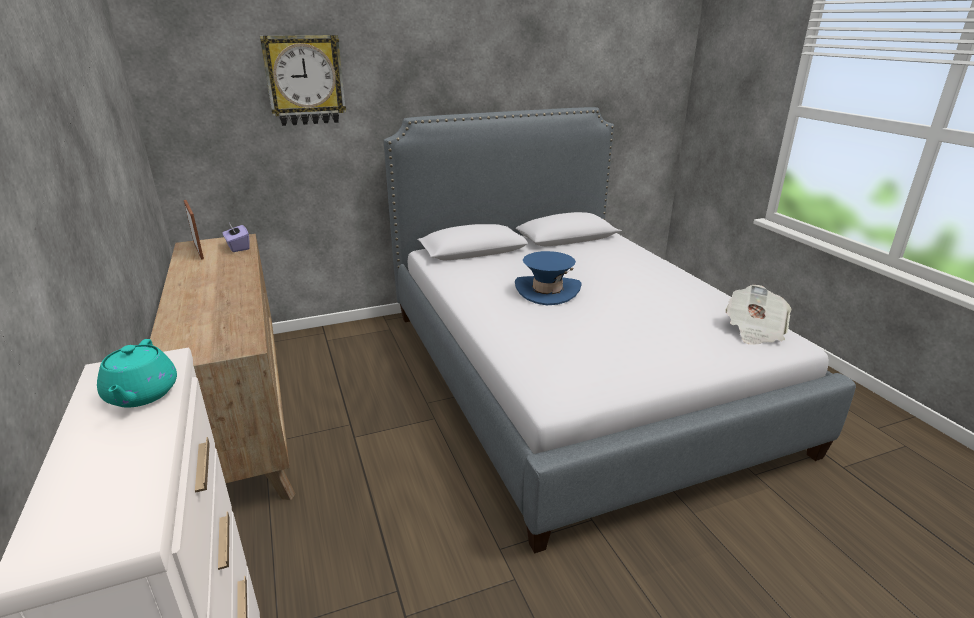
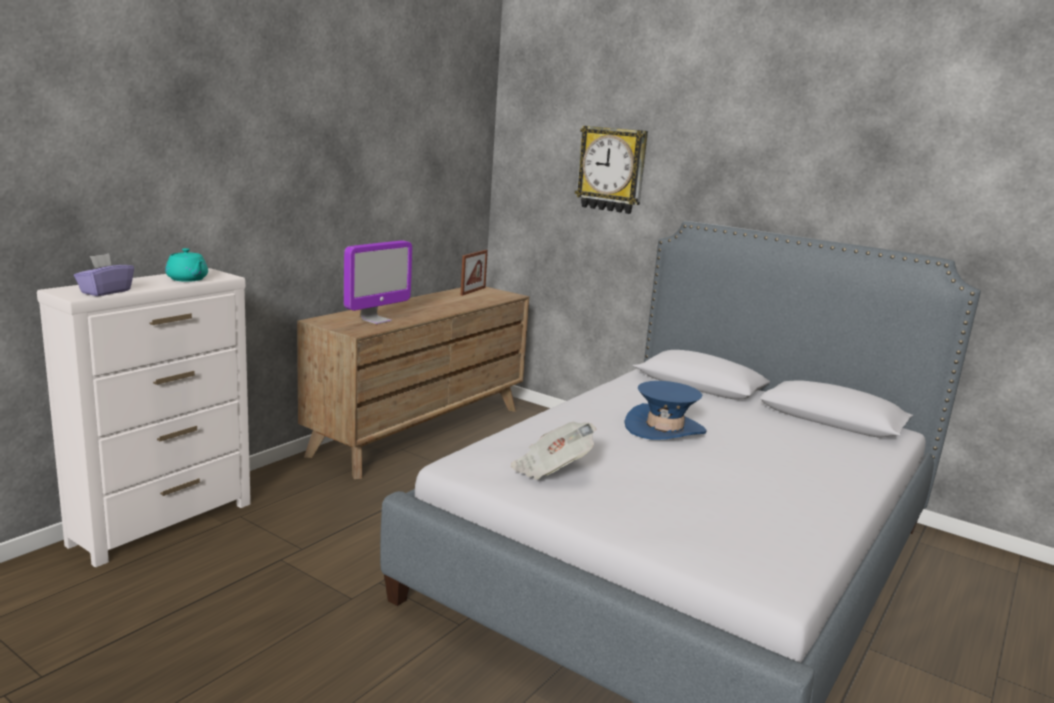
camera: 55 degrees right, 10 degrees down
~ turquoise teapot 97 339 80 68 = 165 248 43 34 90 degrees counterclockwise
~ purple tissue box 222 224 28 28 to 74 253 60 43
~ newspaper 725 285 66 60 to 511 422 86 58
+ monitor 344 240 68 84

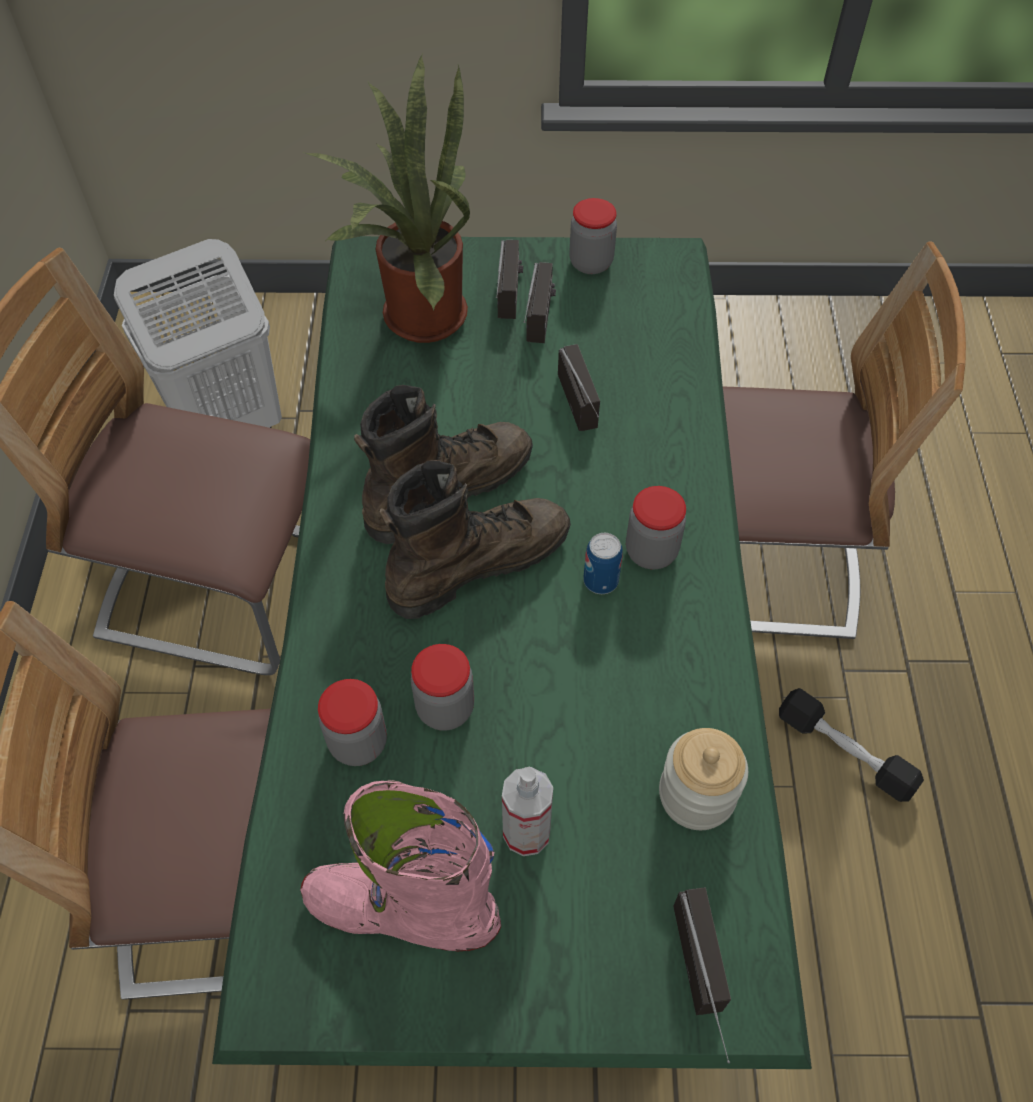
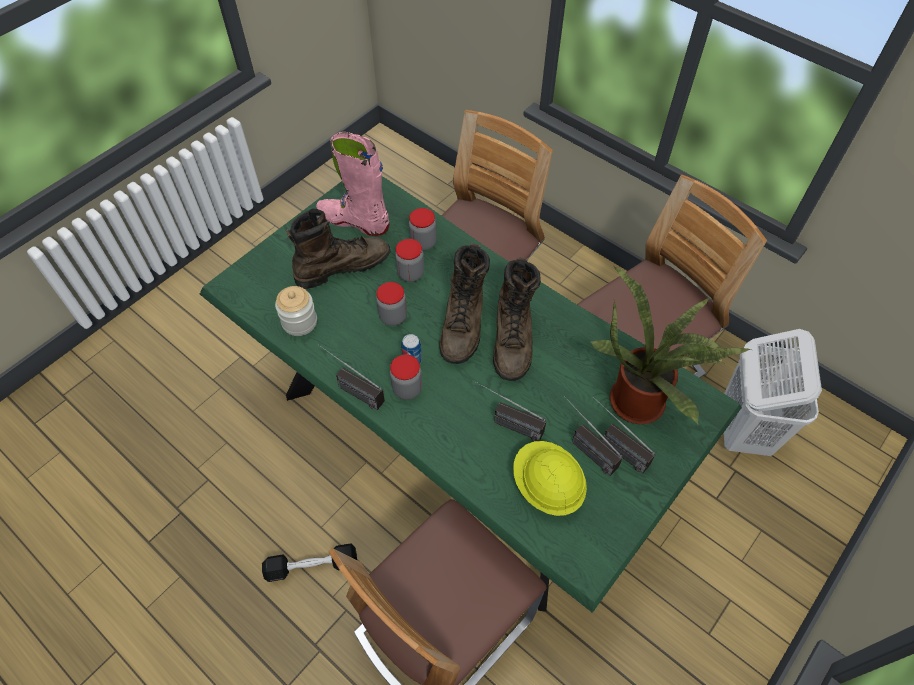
camera: 130 degrees right, 0 degrees up
~ pink boot 300 780 201 171 = 316 132 74 104 120 degrees counterclockwise
~ spray bottle 502 767 51 89 to brown boot 286 209 105 80
~ jar 569 198 48 76 to 376 282 31 44
~ radio 673 887 58 176 to 319 345 66 65
+ yellow hard hat 513 441 74 75

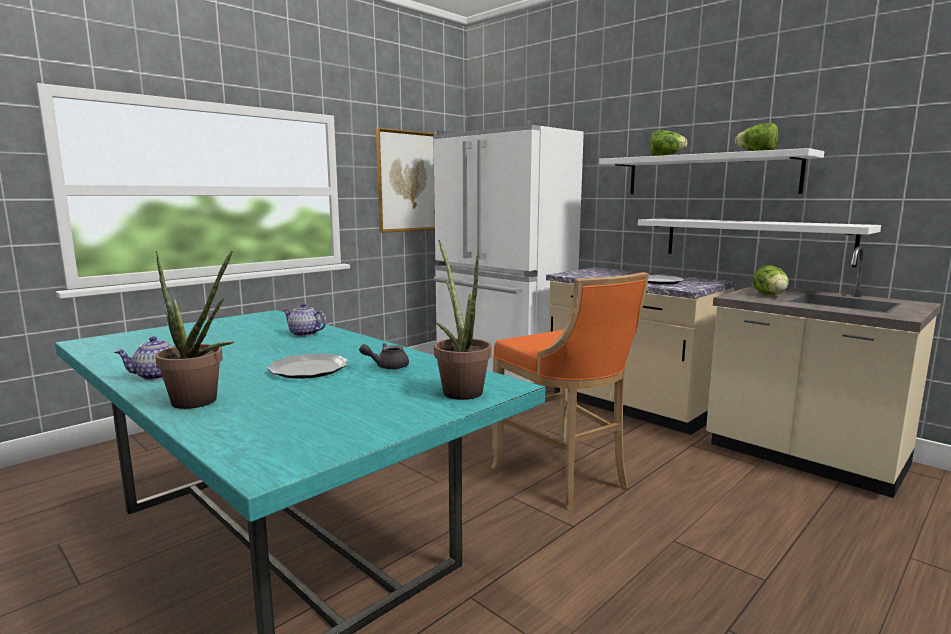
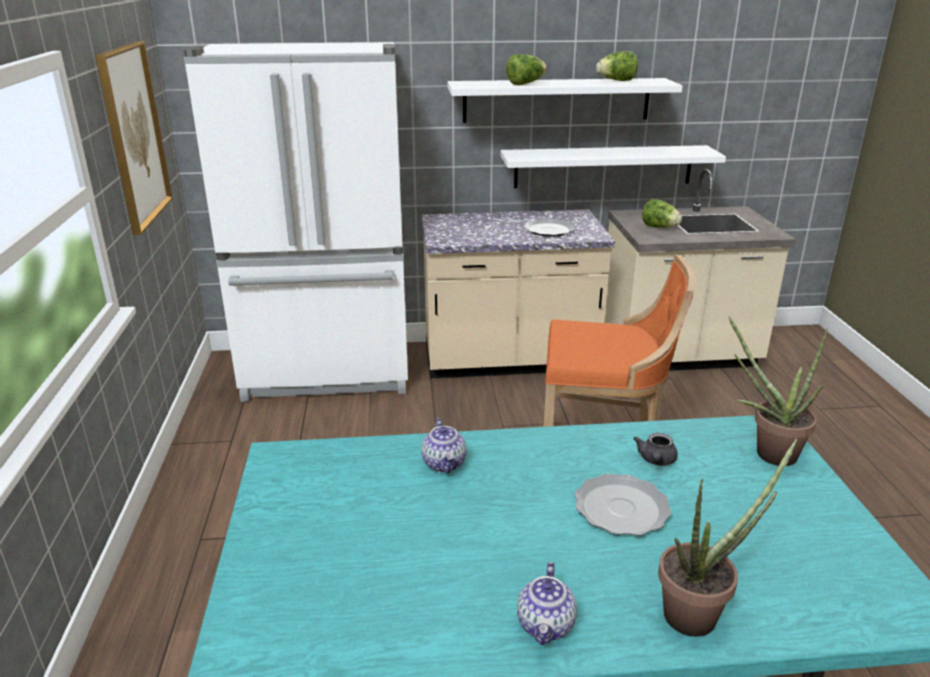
camera: 50 degrees left, 15 degrees up
~ teapot 283 303 44 34 = 421 418 46 55 75 degrees counterclockwise

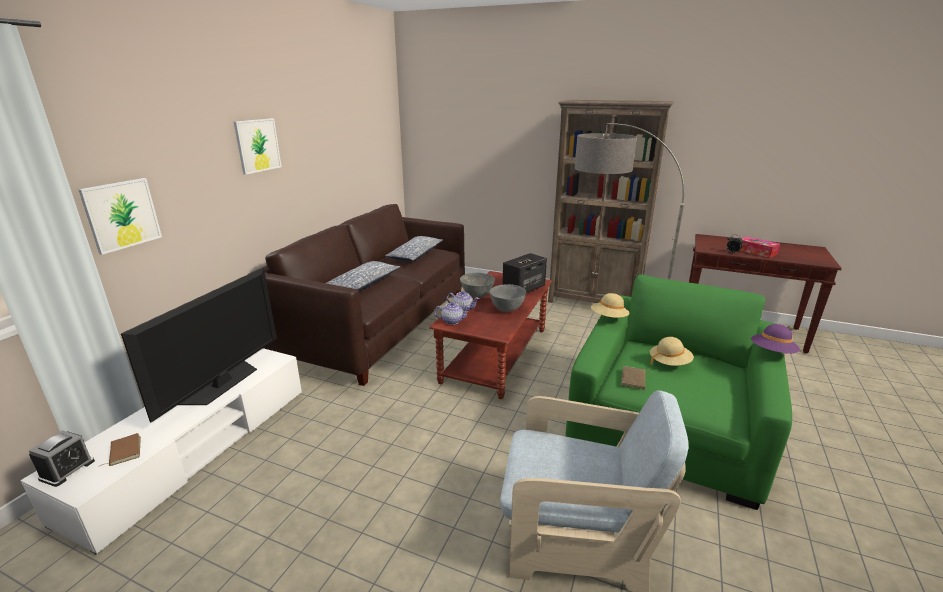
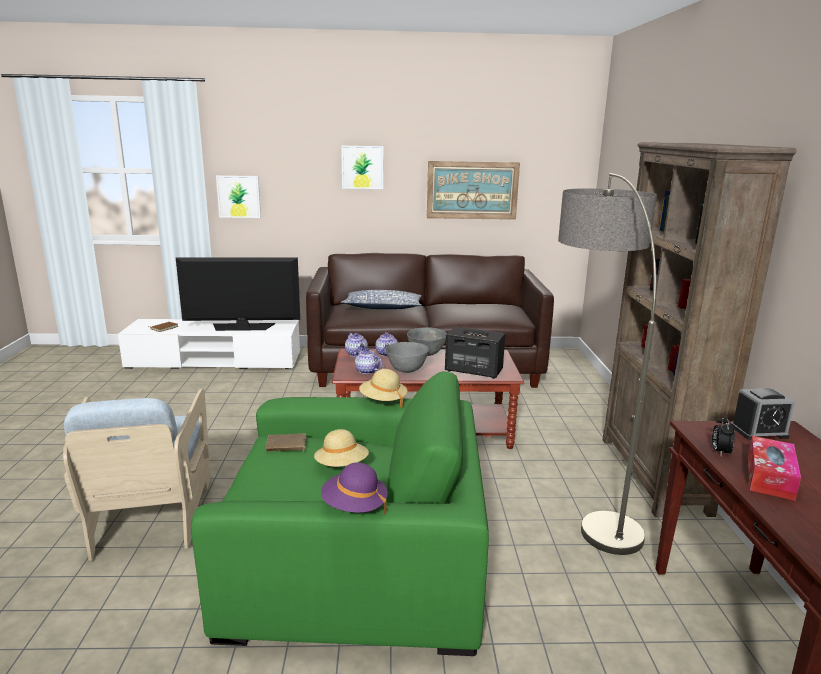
camera: 65 degrees right, 5 degrees down
~ alarm clock 29 430 66 57 to 730 388 65 52
- pillow 385 236 58 25
+ teapot 352 348 31 26
+ picture 427 161 93 59

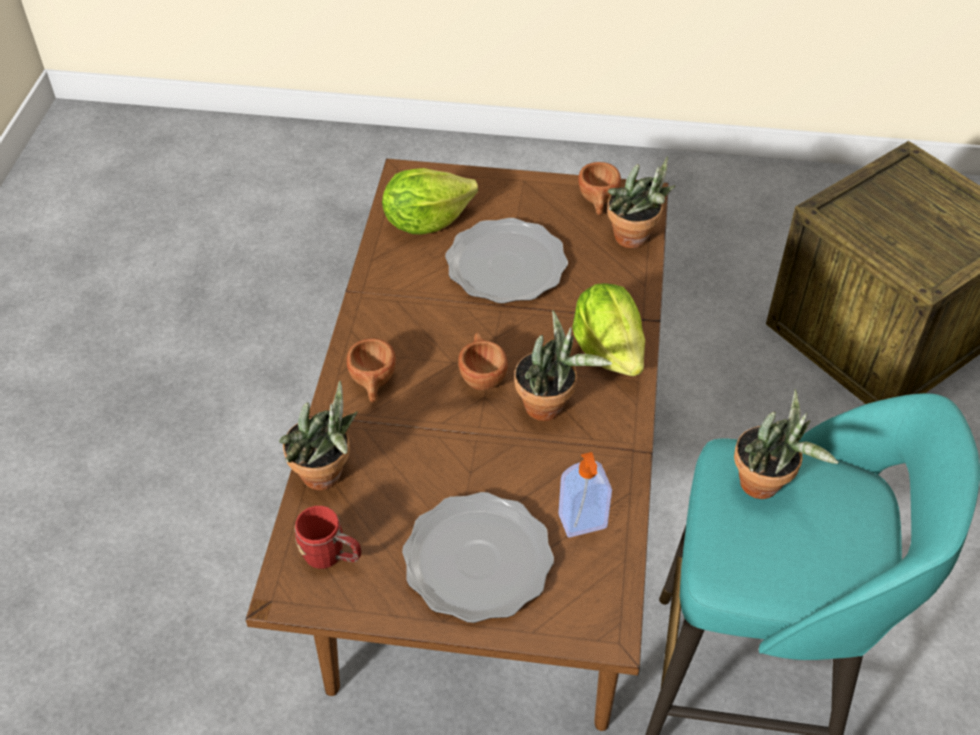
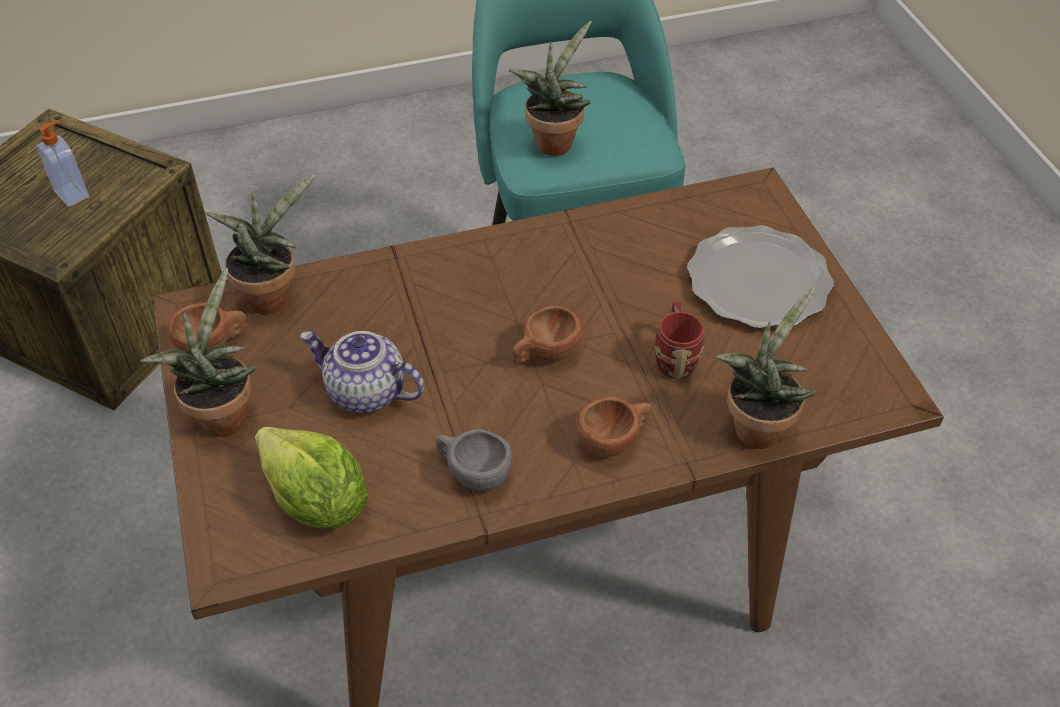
camera: 115 degrees left, 0 degrees up
~ red mug 294 506 67 63 to 654 302 50 77
~ plate 445 218 123 86 to teapot 300 331 124 82
~ potted plant 514 310 98 111 to 140 268 115 169
~ soap dispenser 558 452 54 85 to 36 121 53 86
- lettuce 572 283 73 93
+ grey cup 435 429 77 62

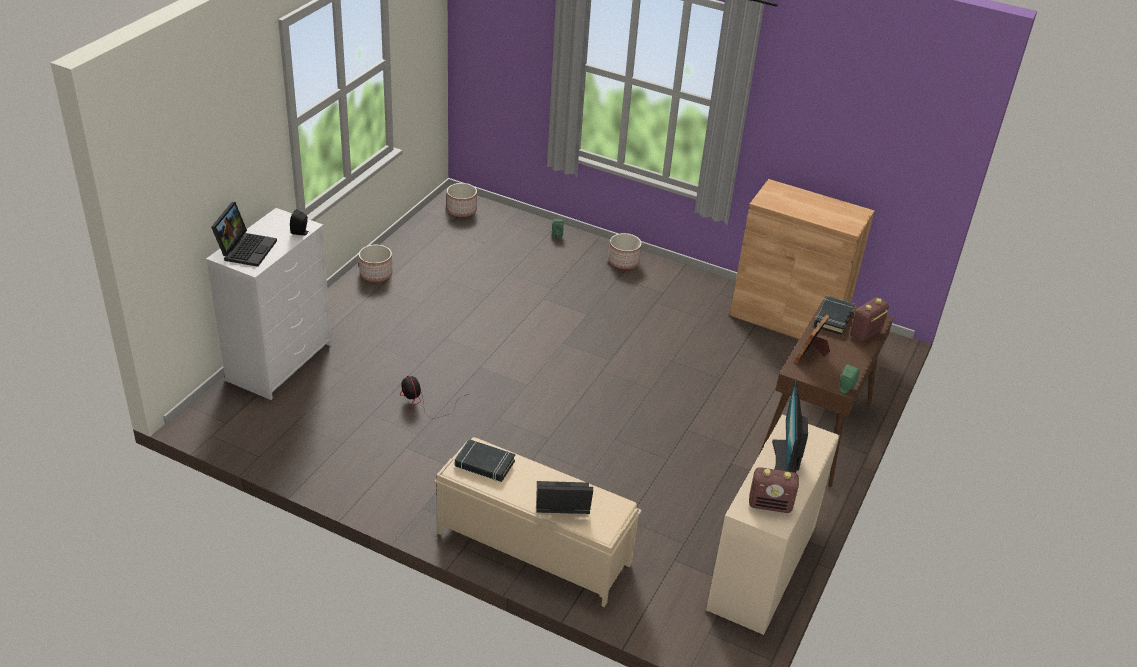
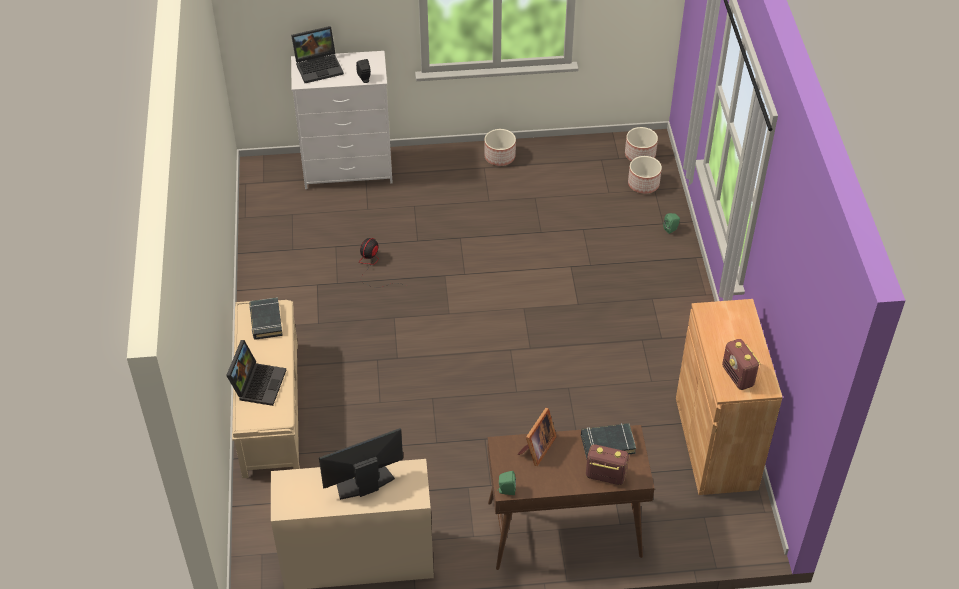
camera: 60 degrees right, 10 degrees up
~ laptop 537 481 56 33 = 226 340 60 66 45 degrees clockwise
~ planter 608 233 34 36 to 628 156 34 38
~ radio 749 467 50 46 to 722 339 38 51
~ picture frame 794 314 36 49 = 517 408 40 58 120 degrees clockwise

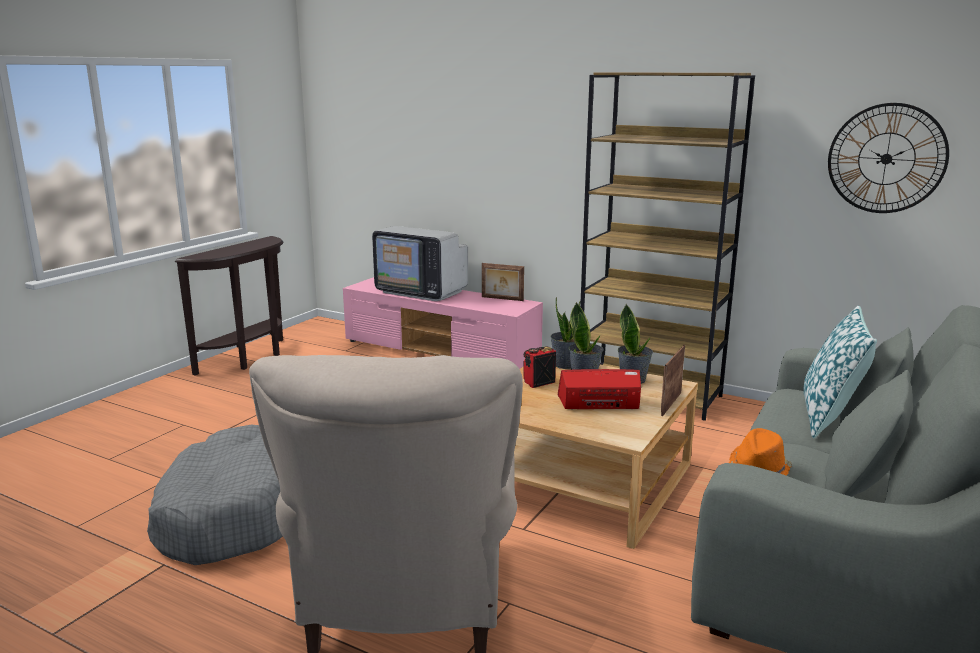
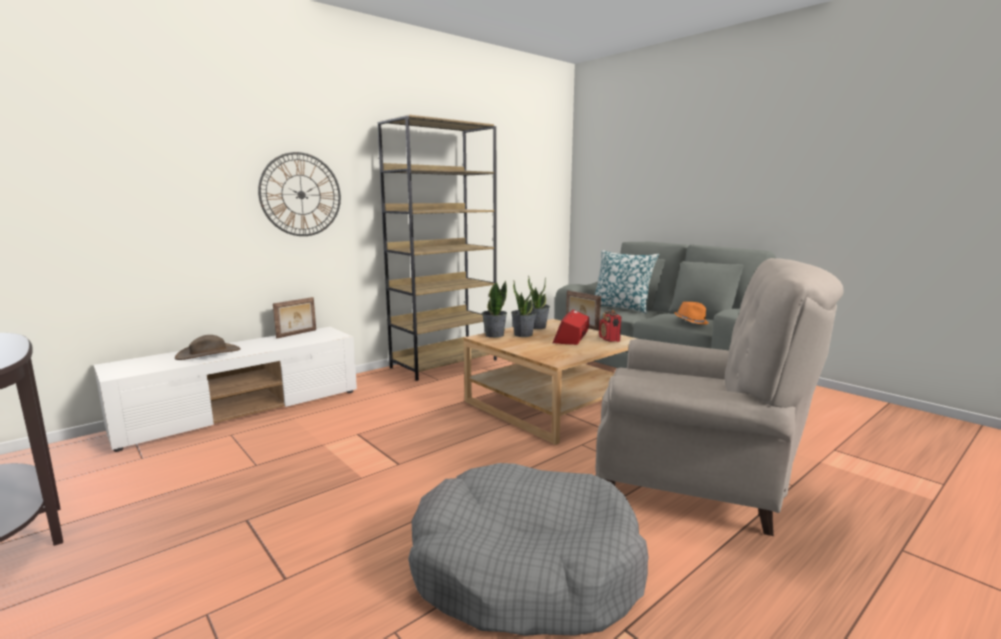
camera: 70 degrees left, 5 degrees down
~ pink tv stand 343 277 200 92 to white tv stand 94 327 263 125
~ television 372 226 96 75 to brown hat 175 335 66 25
~ radio 523 346 33 42 to 599 310 22 32
~ wall clock 828 103 121 110 to 258 152 83 84

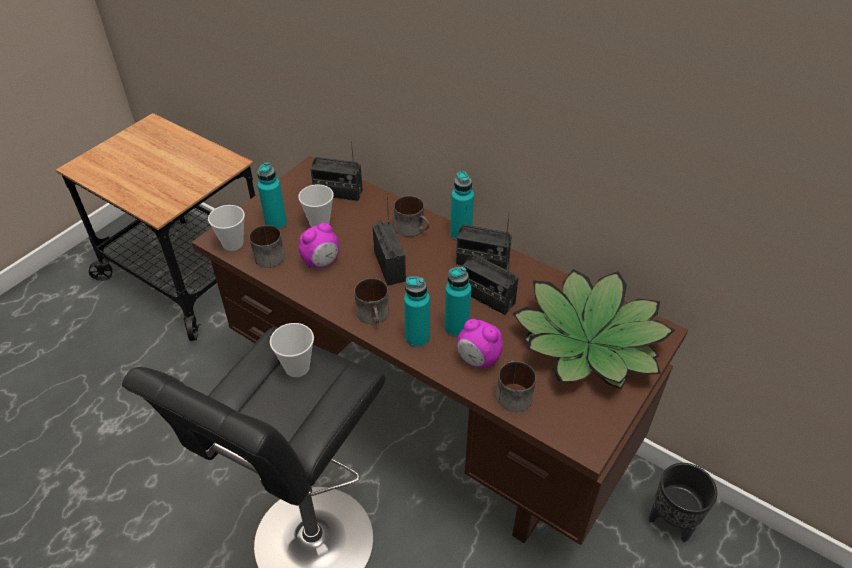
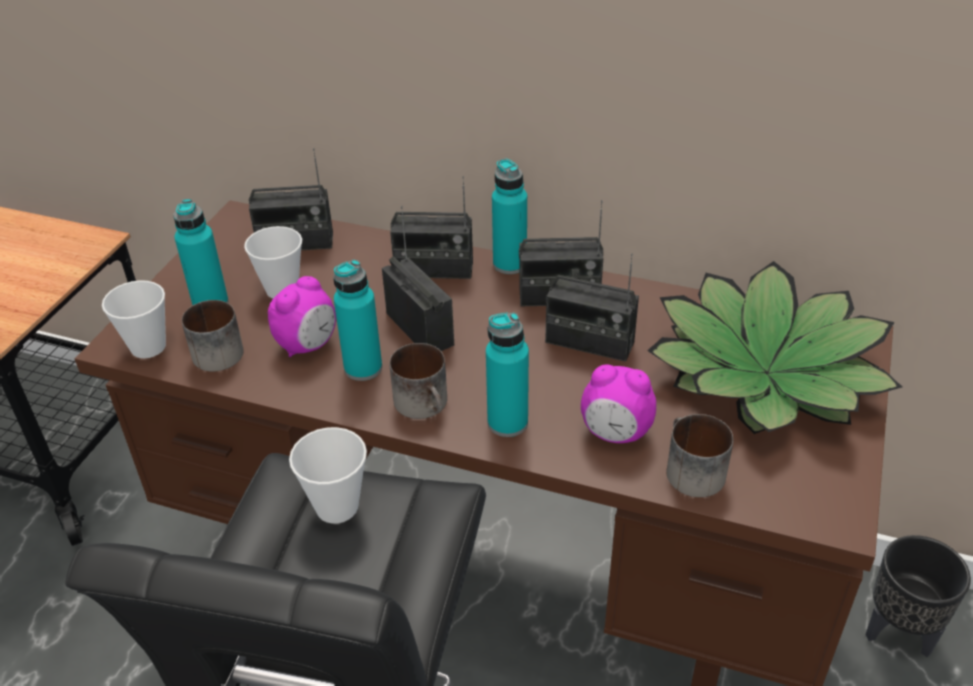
camera: 15 degrees left, 5 degrees down
~ mug 394 196 36 41 to radio 390 176 83 103
~ turquoise bottle 445 266 26 71 to 333 260 49 121

